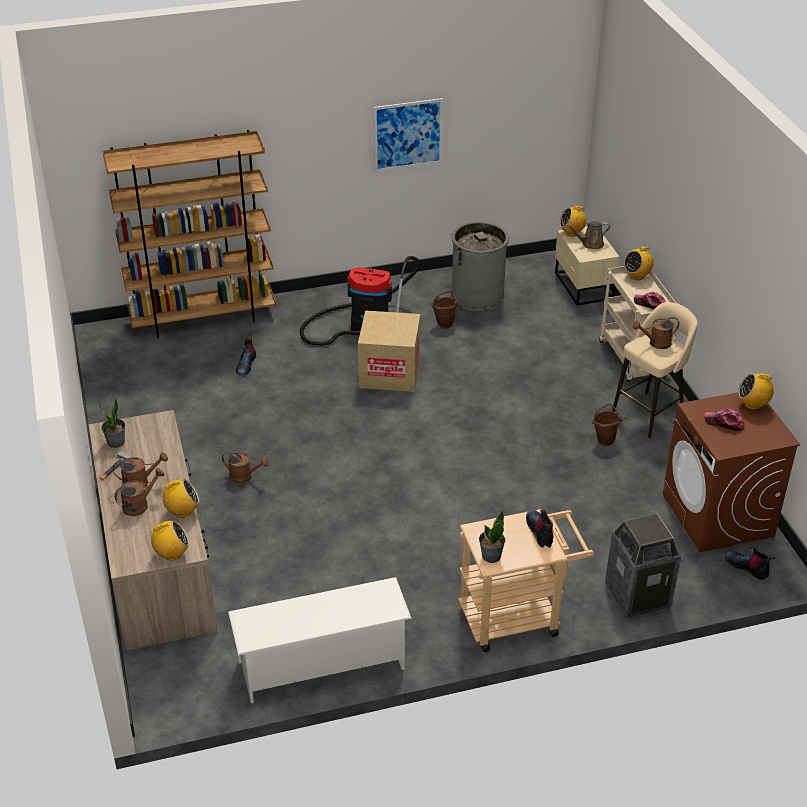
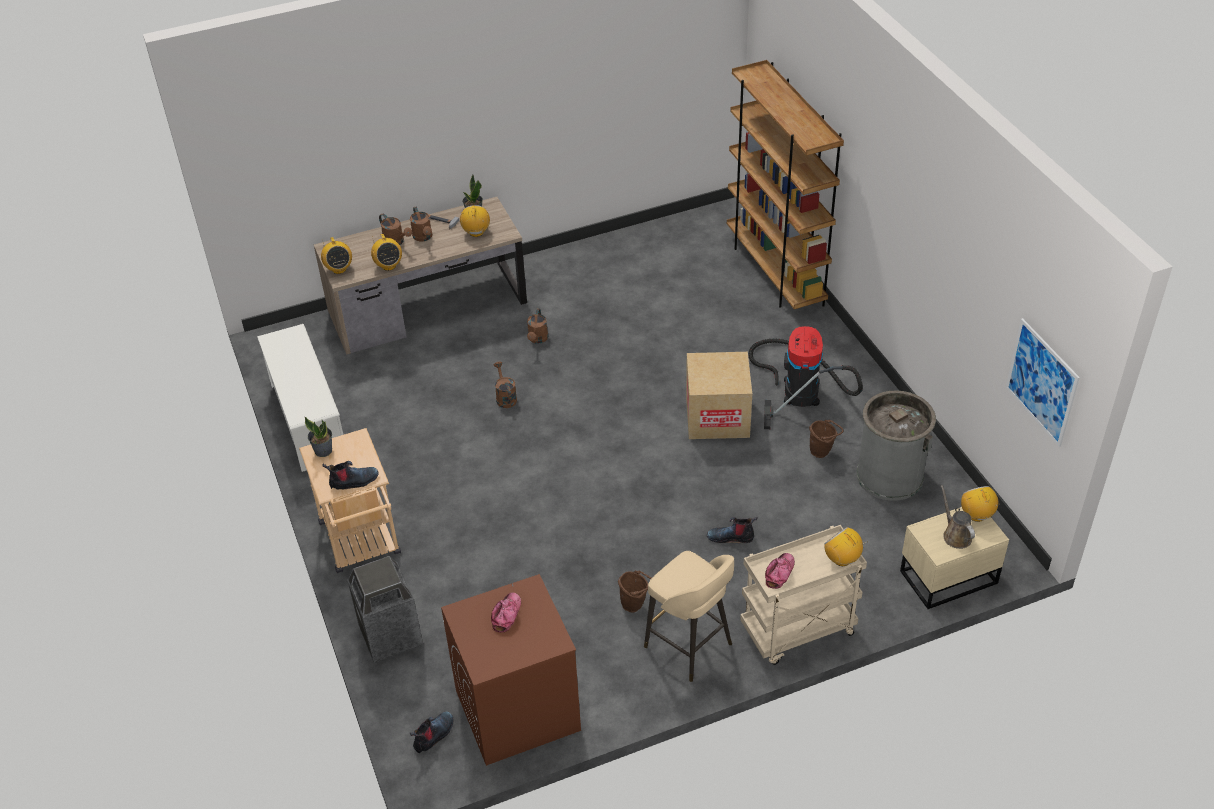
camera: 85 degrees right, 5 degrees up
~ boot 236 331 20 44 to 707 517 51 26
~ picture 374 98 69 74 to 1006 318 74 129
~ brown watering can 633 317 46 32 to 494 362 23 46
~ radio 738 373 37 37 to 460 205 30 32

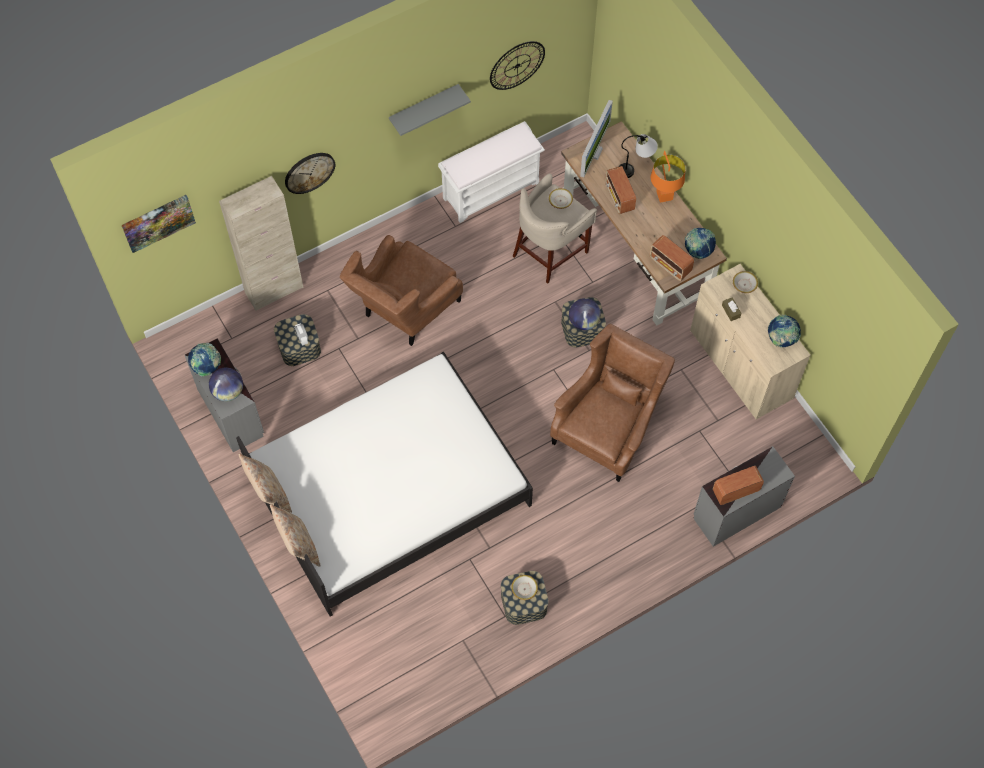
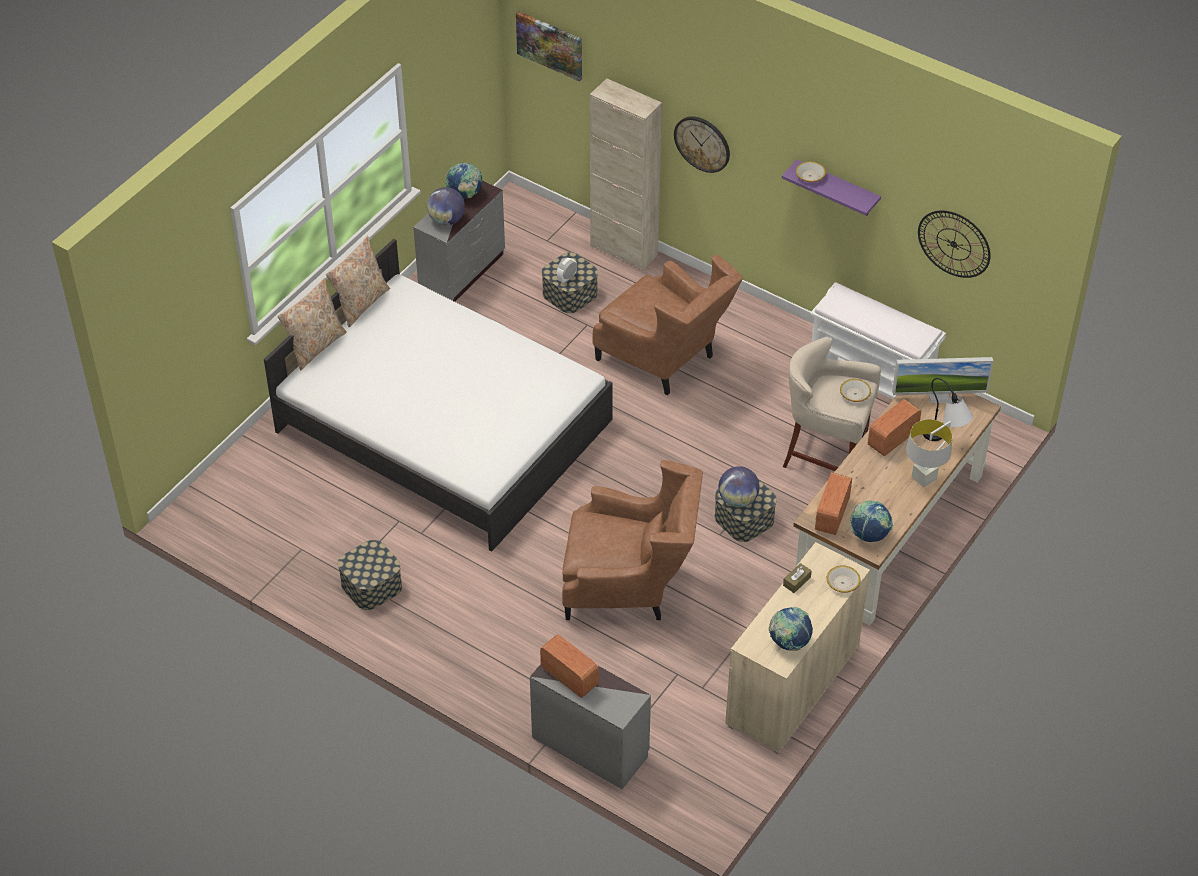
camera: 65 degrees right, 15 degrees down
~ brown armchair 340 235 123 111 = 593 255 150 140 150 degrees counterclockwise
~ grey shelf 389 84 82 52 to purple shelf 782 160 99 56
~ bowl 511 575 27 25 to 795 161 31 21
~ orange table lamp 651 151 35 52 to grey table lamp 906 419 46 69

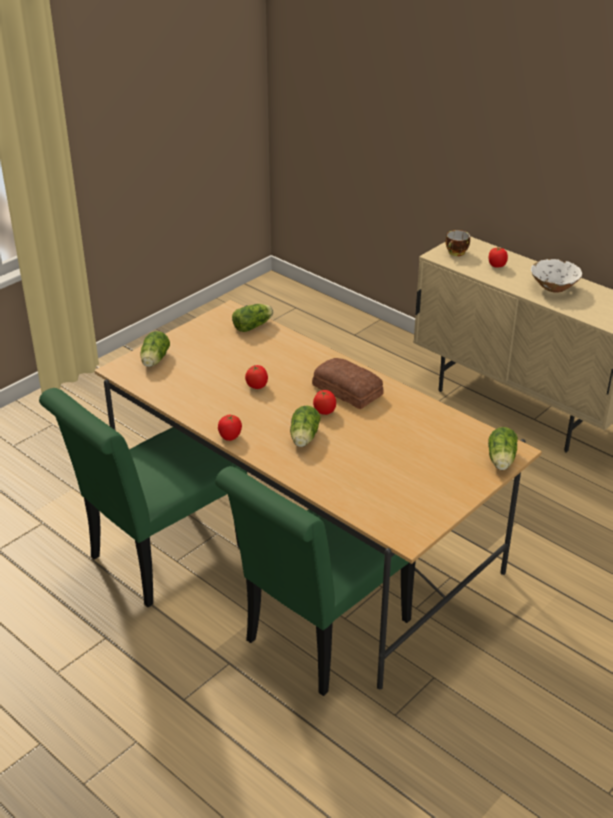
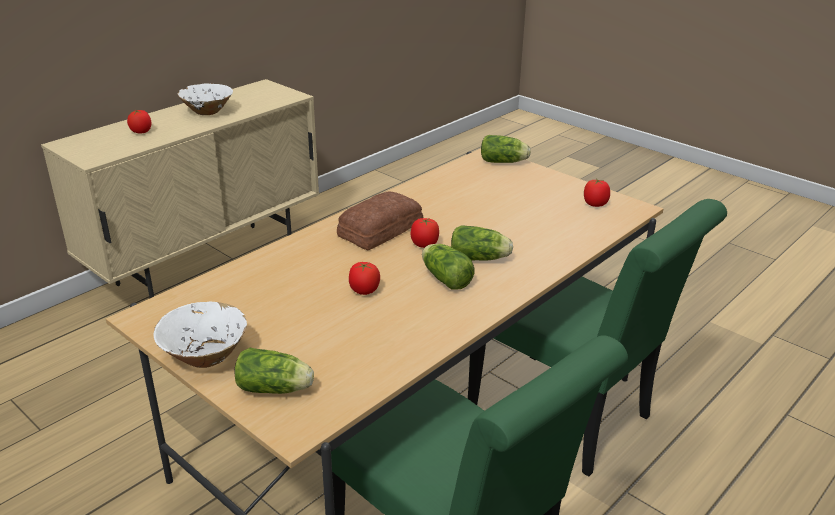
camera: 90 degrees left, 5 degrees down
~ tomato 218 415 24 26 to 584 178 26 29
~ lettuce 232 304 41 28 to 422 244 52 46
- cup 445 230 25 26
+ white bowl 153 302 94 66

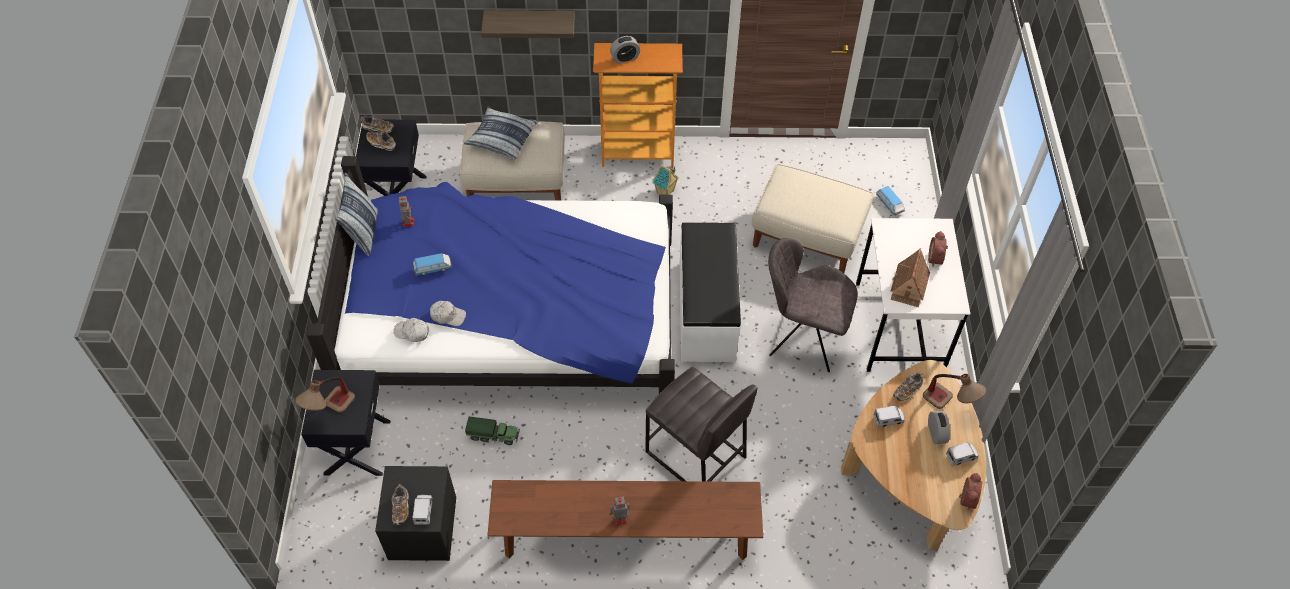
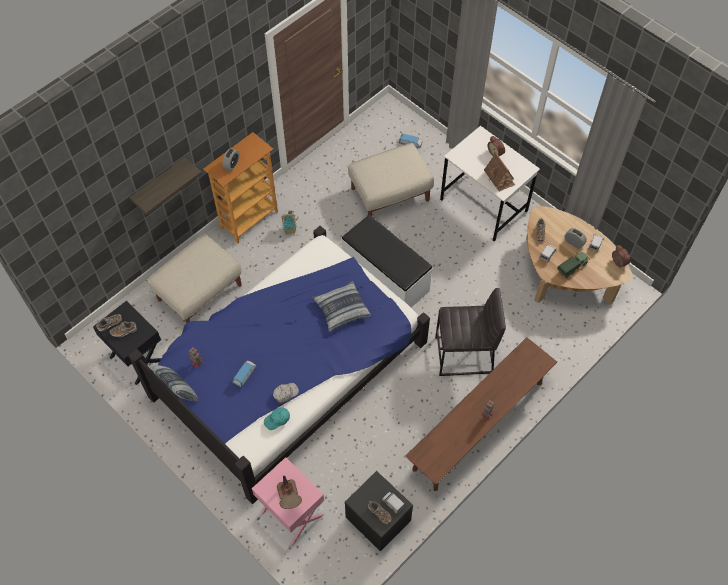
camera: 45 degrees left, 5 degrees up
~ black nightstand 301 370 90 106 to pink nightstand 252 457 72 88
~ white cap 394 318 35 24 to turquoise cap 264 407 26 23
~ pillow 464 107 74 53 to 312 281 59 51
~ toy truck 465 416 55 29 to 557 252 33 26
- grey chair 768 238 90 134
- table lamp 923 374 63 35

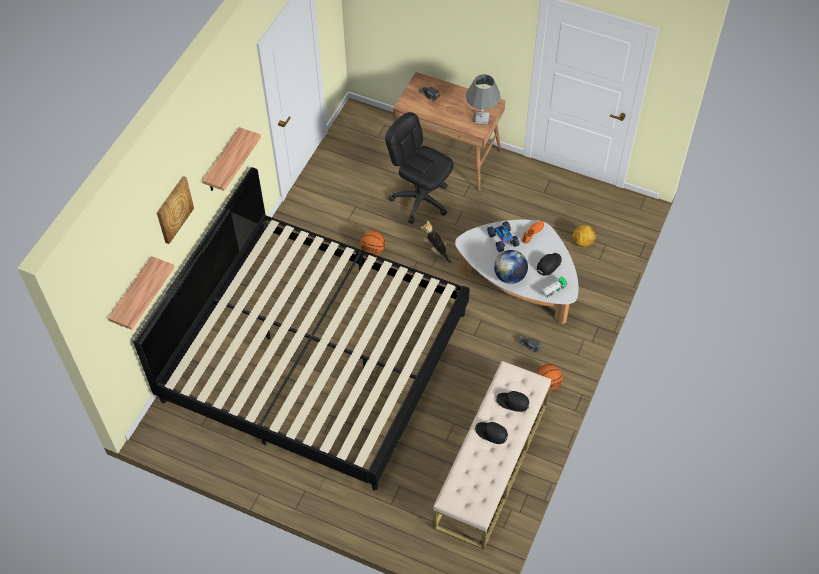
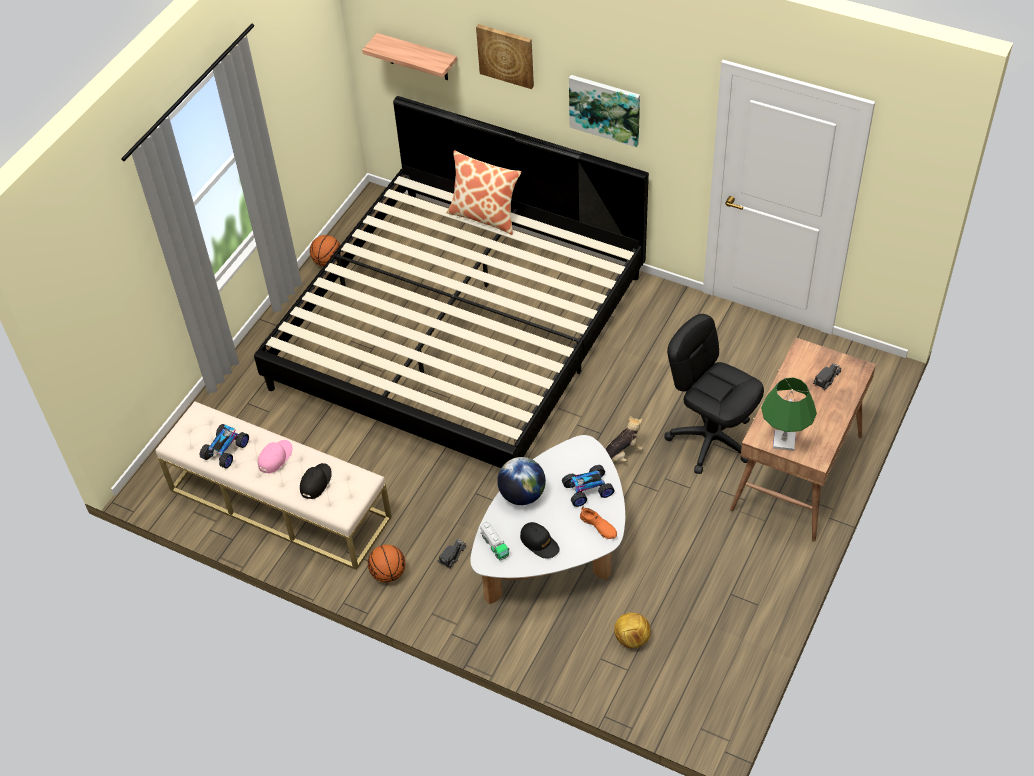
camera: 95 degrees right, 5 degrees down
~ shelf 202 127 59 64 to picture 569 75 71 72
~ basketball 360 231 25 24 to 310 235 30 32
~ black office chair 385 112 68 111 = 665 314 99 160 90 degrees counterclockwise
~ grey table lamp 466 74 35 50 to green table lamp 761 377 56 74
~ black cap 475 422 33 22 to pink cap 258 440 34 34
+ toy car 200 424 49 45
+ pillow 447 151 74 84

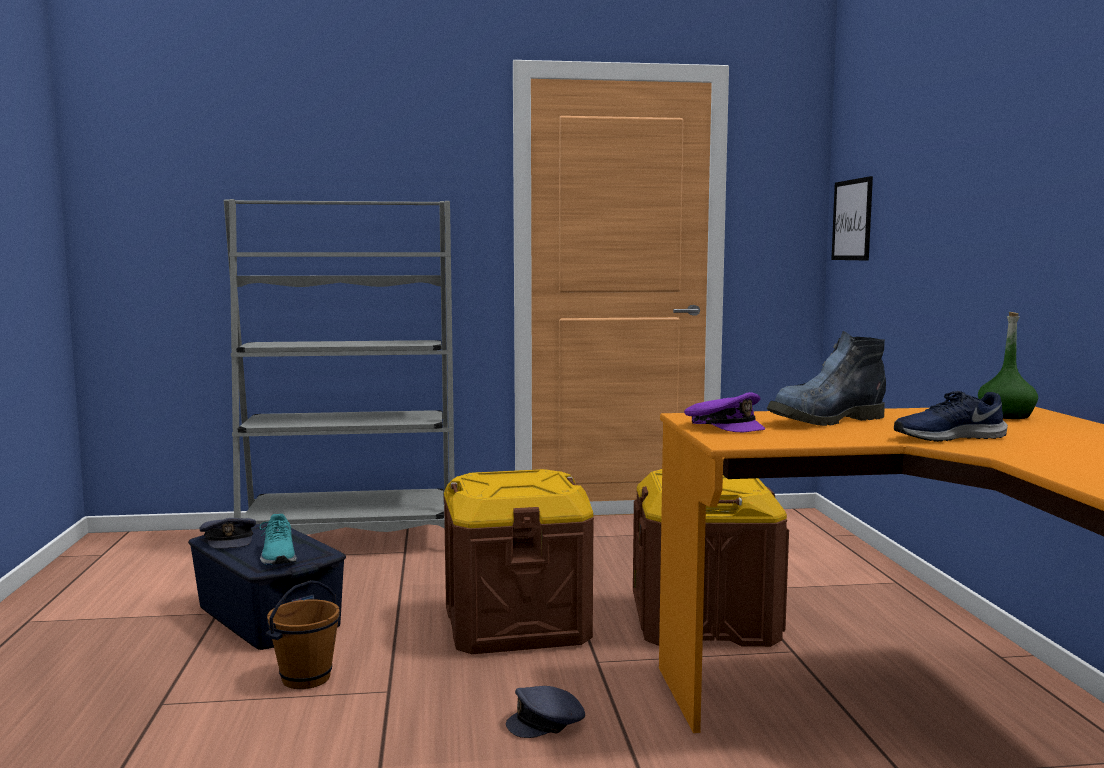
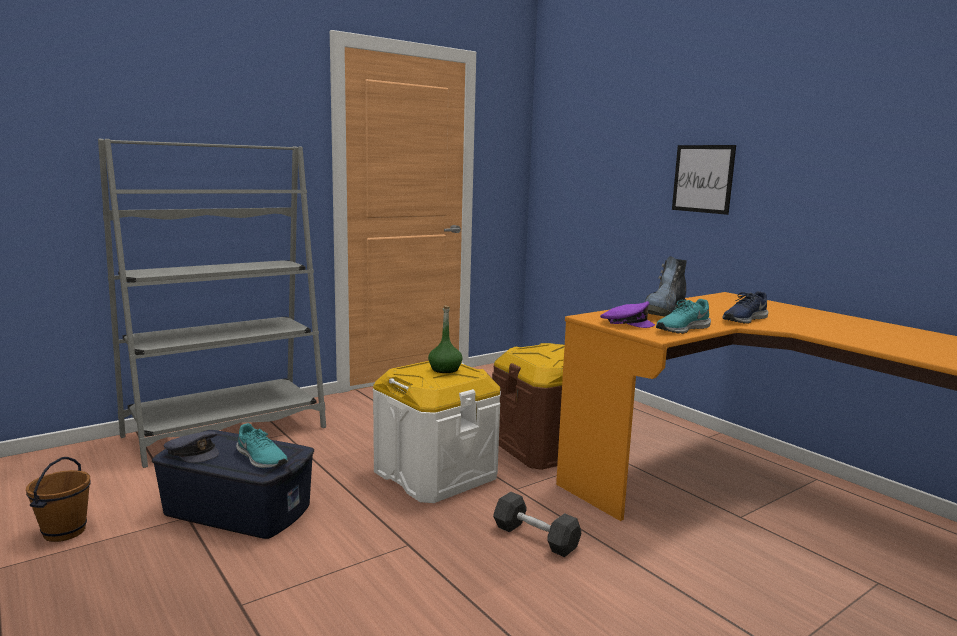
camera: 30 degrees left, 5 degrees up
~ brown bucket 266 580 75 109 to 26 457 65 85
~ brown storage box 444 469 150 185 to white storage box 373 361 128 142
~ grey cap 506 686 79 52 to grey dumbbell 493 492 88 65
~ picture 831 176 42 84 to 672 145 64 70
~ green bottle 978 312 60 107 to 428 305 35 68
+ turquoise shoe 656 299 55 35

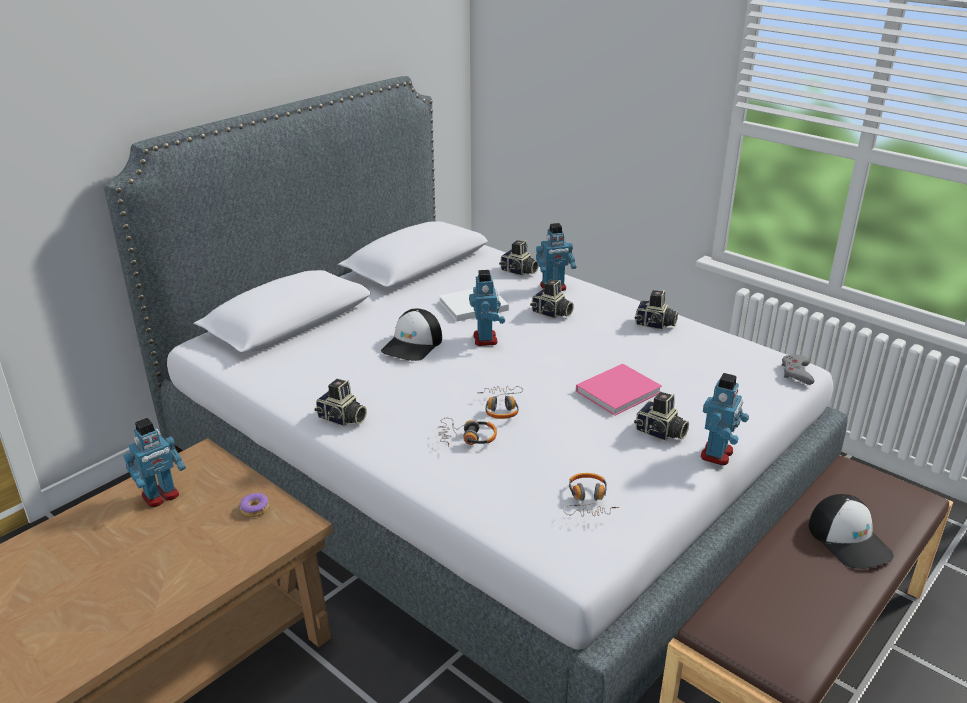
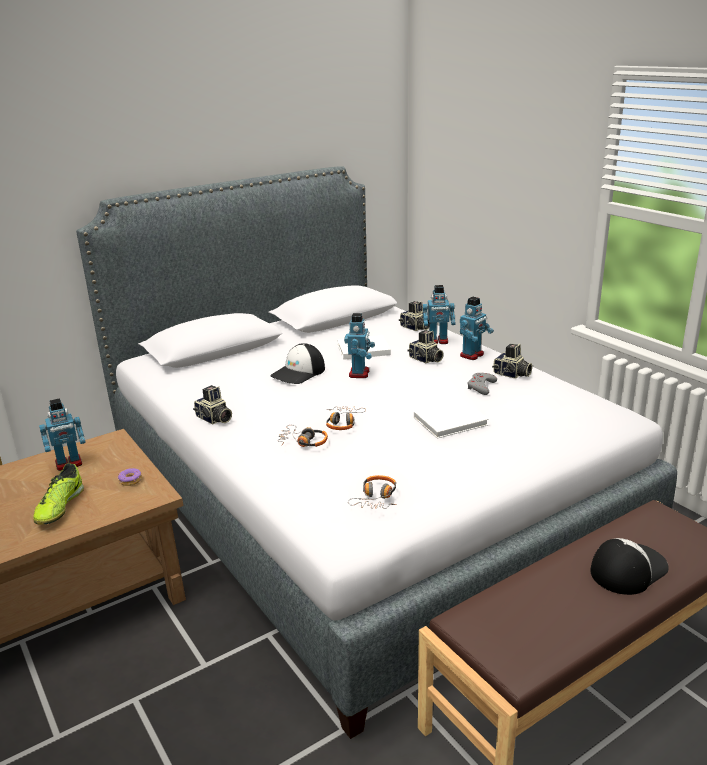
camera: 15 degrees right, 5 degrees down
~ pink book 576 364 86 52 to white book 414 400 75 39
- photo camera 634 392 55 49
~ toy robot 701 373 48 92 to 460 297 34 63
~ grey game controller 782 355 32 30 to 467 373 30 22
~ cap 809 494 85 75 = 590 538 79 57 120 degrees counterclockwise
+ shoe 33 463 51 62

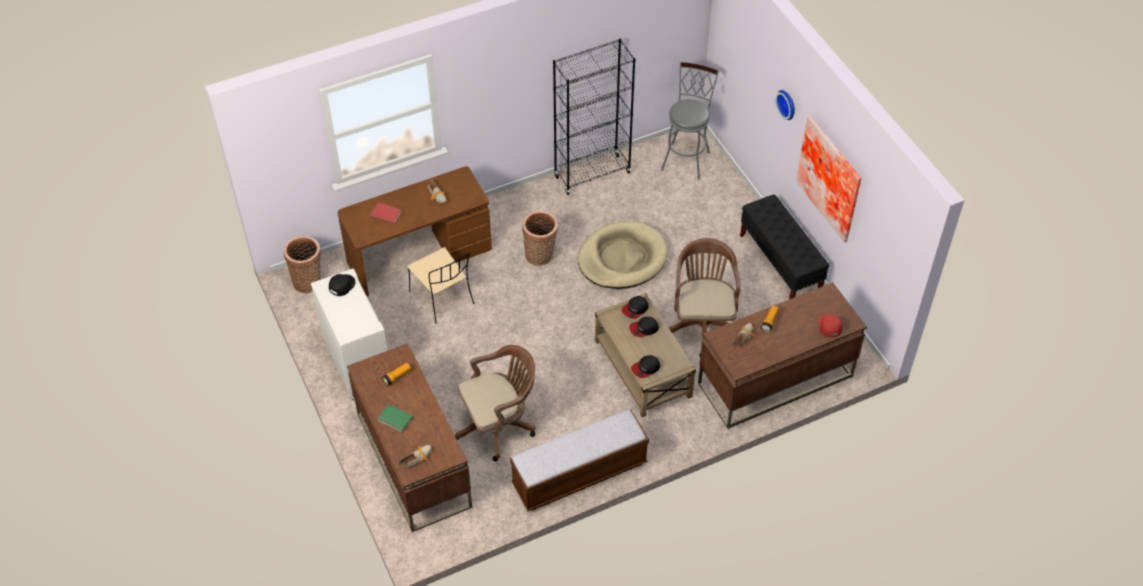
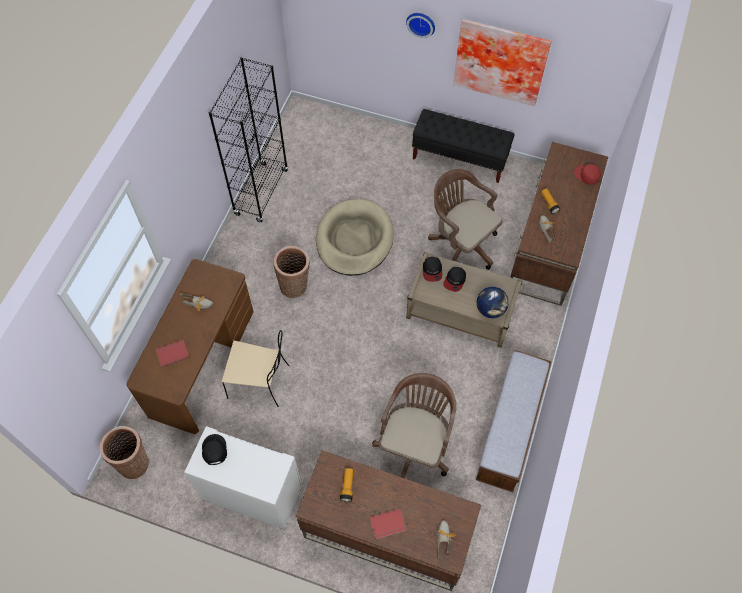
camera: 45 degrees left, 10 degrees up
~ green book 377 404 36 28 to red book 369 509 37 30
~ cap 631 355 29 23 to globe 477 287 32 31
- grey stool 661 62 58 117

